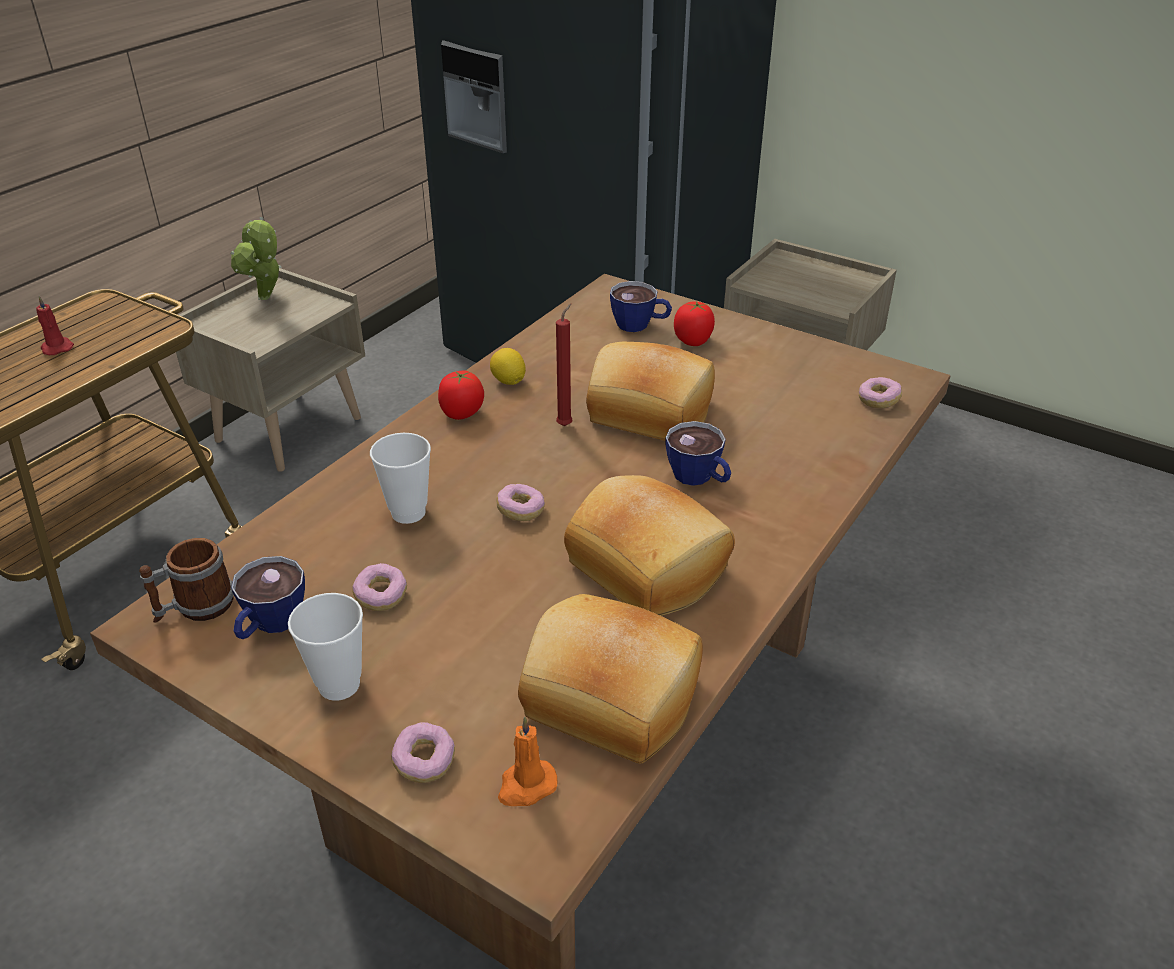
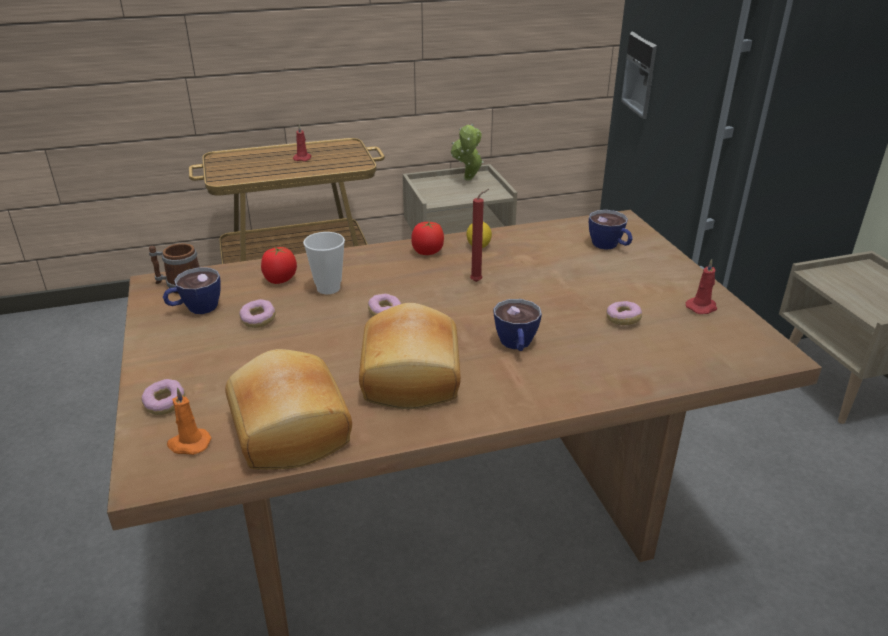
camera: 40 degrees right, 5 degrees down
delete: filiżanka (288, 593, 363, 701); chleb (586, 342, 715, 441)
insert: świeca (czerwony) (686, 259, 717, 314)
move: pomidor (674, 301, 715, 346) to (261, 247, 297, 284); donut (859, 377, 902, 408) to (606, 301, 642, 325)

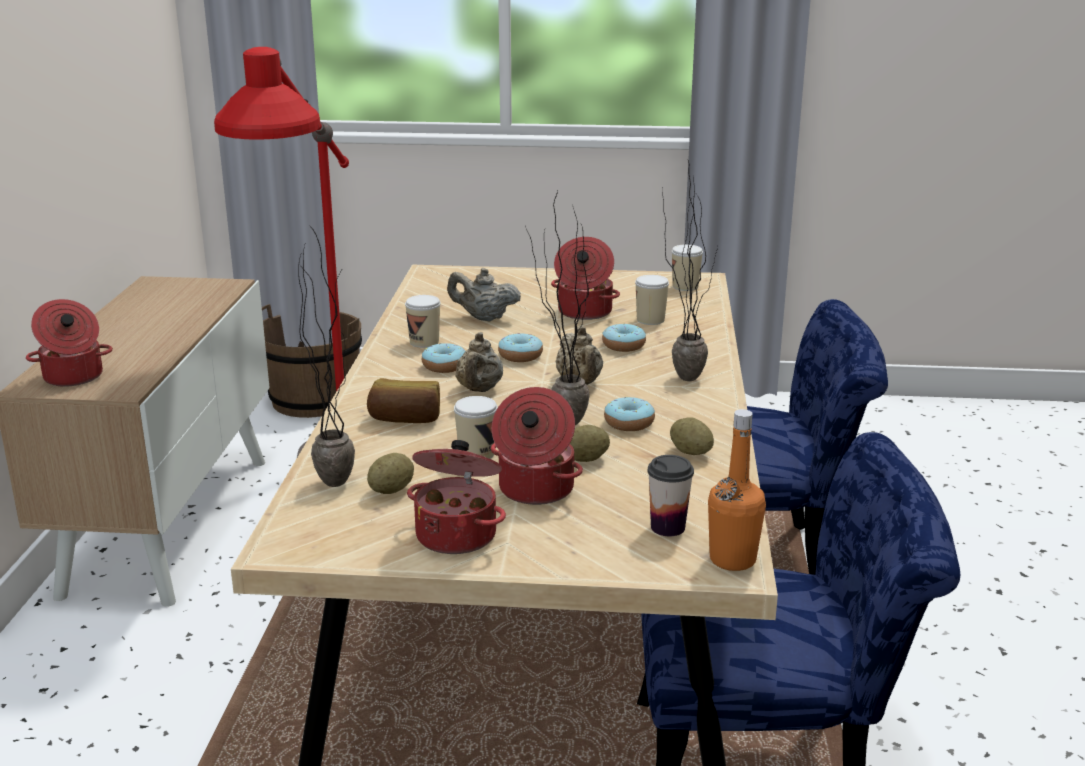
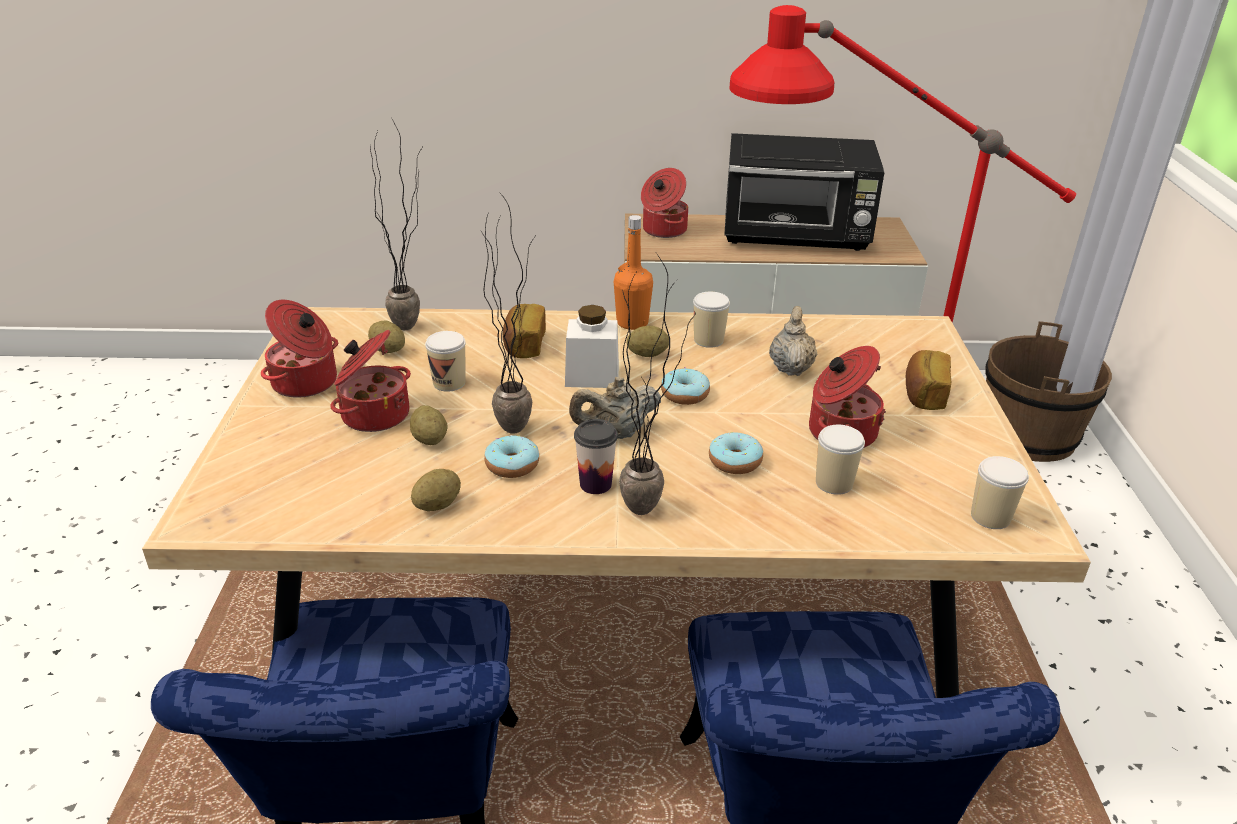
camera: 85 degrees right, 10 degrees up
insert: mikrofalówka (czarny) (724, 133, 884, 251); chleb (906, 350, 951, 410)
move: filiżanka (647, 455, 694, 536) to (574, 419, 618, 494); butelka (pomarańczowy) (708, 409, 766, 571) to (614, 215, 653, 330)
replace: donut (422, 343, 465, 373) to ziemniak (627, 326, 669, 357); imbryk (beżowy) (455, 332, 503, 392) to słoik (biały) (565, 305, 619, 388)

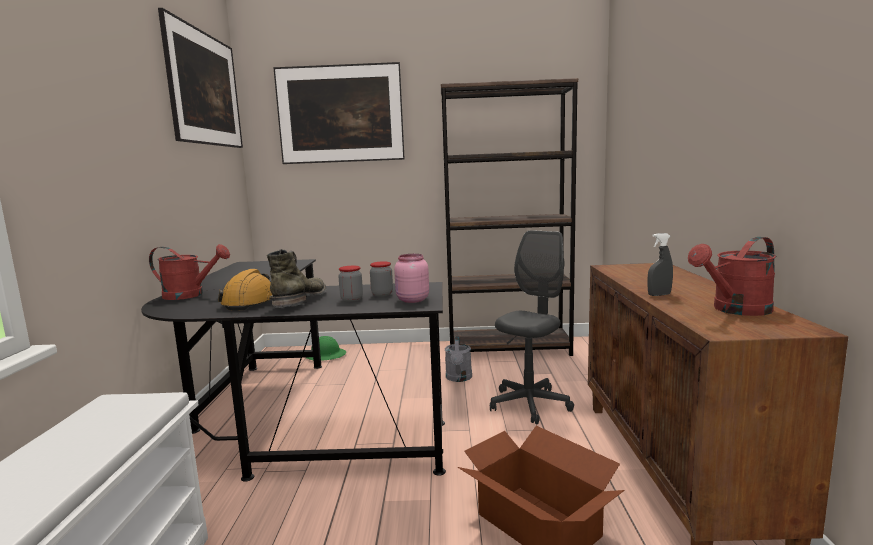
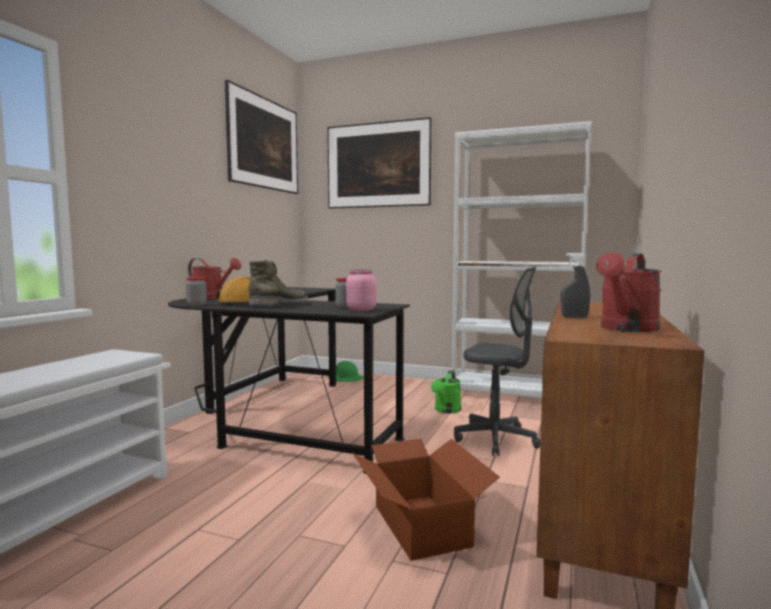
camera: 20 degrees right, 5 degrees down
move: słoik (338, 266, 363, 302) to (186, 277, 207, 306)
recolor: regał (brązowy) (441, 78, 578, 356) to regał (biały) (452, 121, 592, 398); konewka (szary) (445, 336, 472, 382) to konewka (zielony) (431, 370, 461, 413)
rotate: krzesło biurowe (szary) (490, 230, 574, 424) = (454, 267, 540, 456) 60 degrees clockwise; konewka (czerwony) (688, 237, 777, 316) = (596, 252, 661, 332) 45 degrees counterclockwise

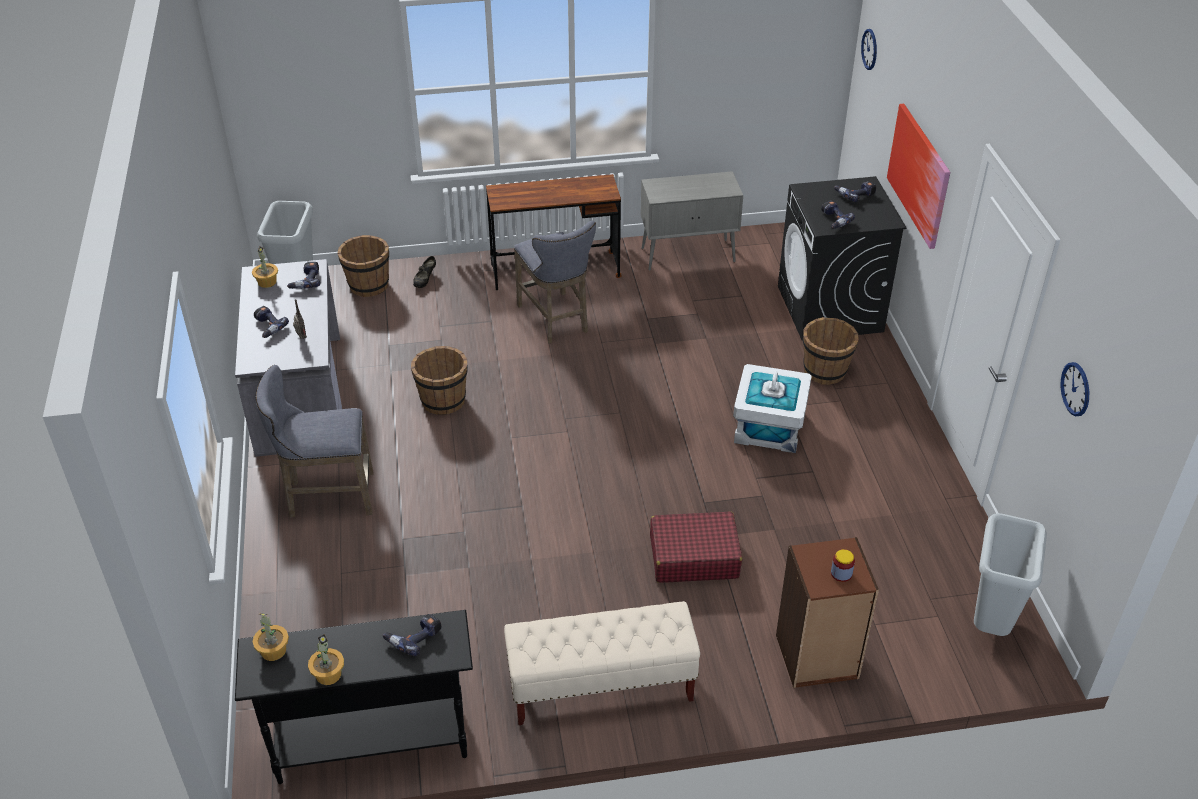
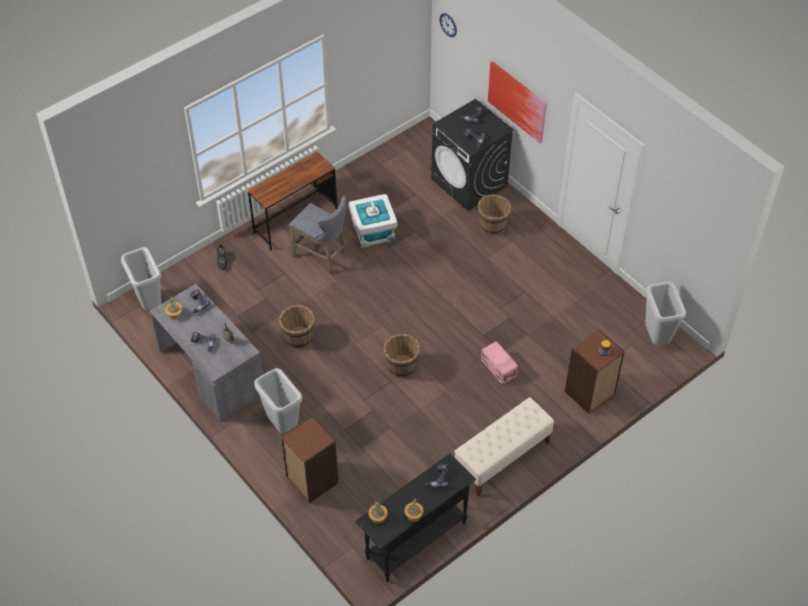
camera: 30 degrees left, 10 degrees up
delete: szafka (szary) (641, 171, 743, 271); zegar ścienny (1061, 362, 1089, 416)
insert: regał (brązowy) (280, 416, 339, 503)
move: wiadro (brązowy) (337, 235, 389, 297) to (383, 334, 420, 378); pojemnik do przechowywania (biały) (733, 364, 812, 453) to (349, 194, 397, 248)
replace: stołek (szary) (255, 365, 373, 518) to kosz na śmieci (szary) (254, 368, 303, 434); walizka (czerwony) (650, 511, 742, 583) to pojemnik do przechowywania (różowy) (481, 341, 518, 384)

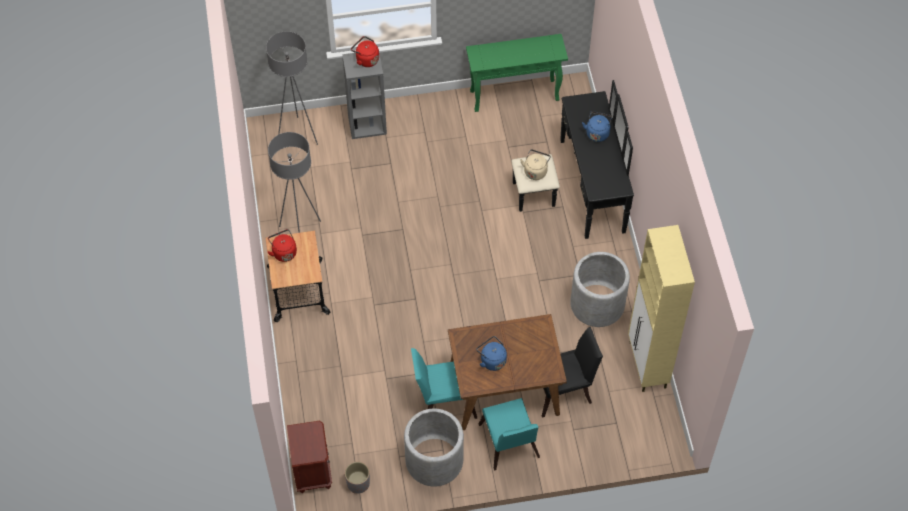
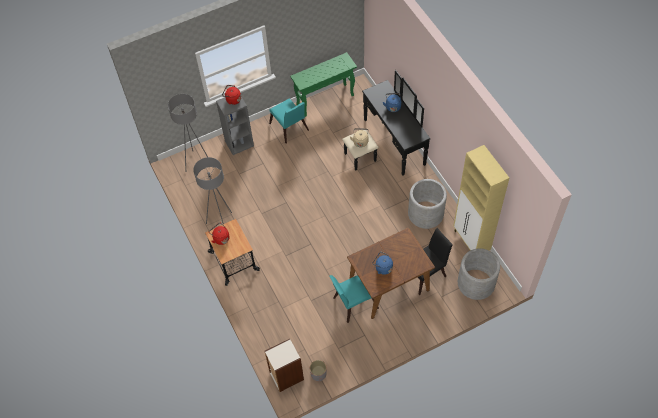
camera: 15 degrees left, 0 degrees up
move: donica (szary) (404, 409, 464, 487) to (458, 248, 500, 300); krzesło (turkusowy) (479, 398, 540, 471) to (269, 98, 309, 143)
replace: szafka nocna (brązowy) (287, 421, 332, 493) to regał (264, 339, 304, 392)

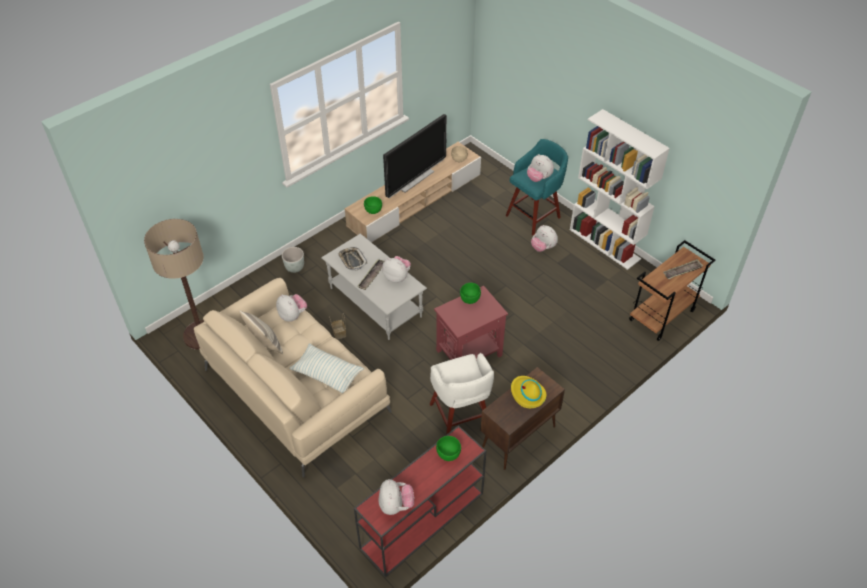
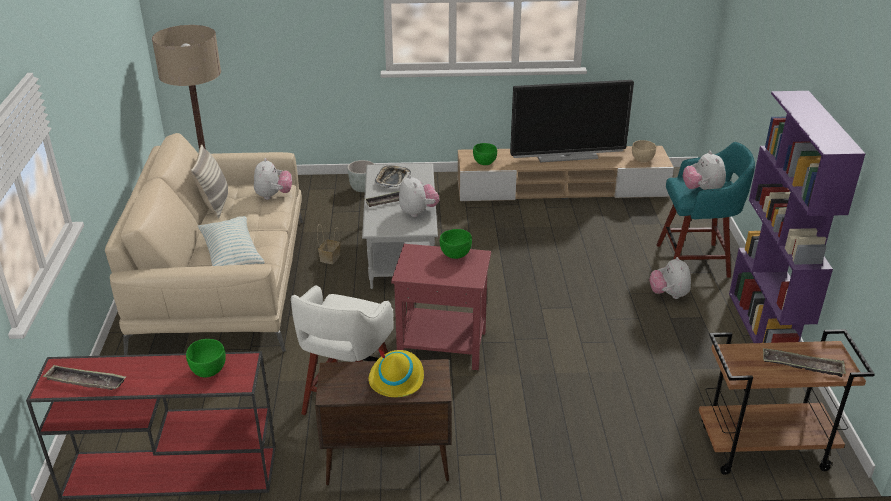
camera: 40 degrees right, 15 degrees down
replace: pluszak (379, 479, 414, 515) to taca (43, 365, 126, 390)
recolor: regał (biały) (570, 109, 670, 270) to regał (fioletowy) (729, 91, 866, 343)

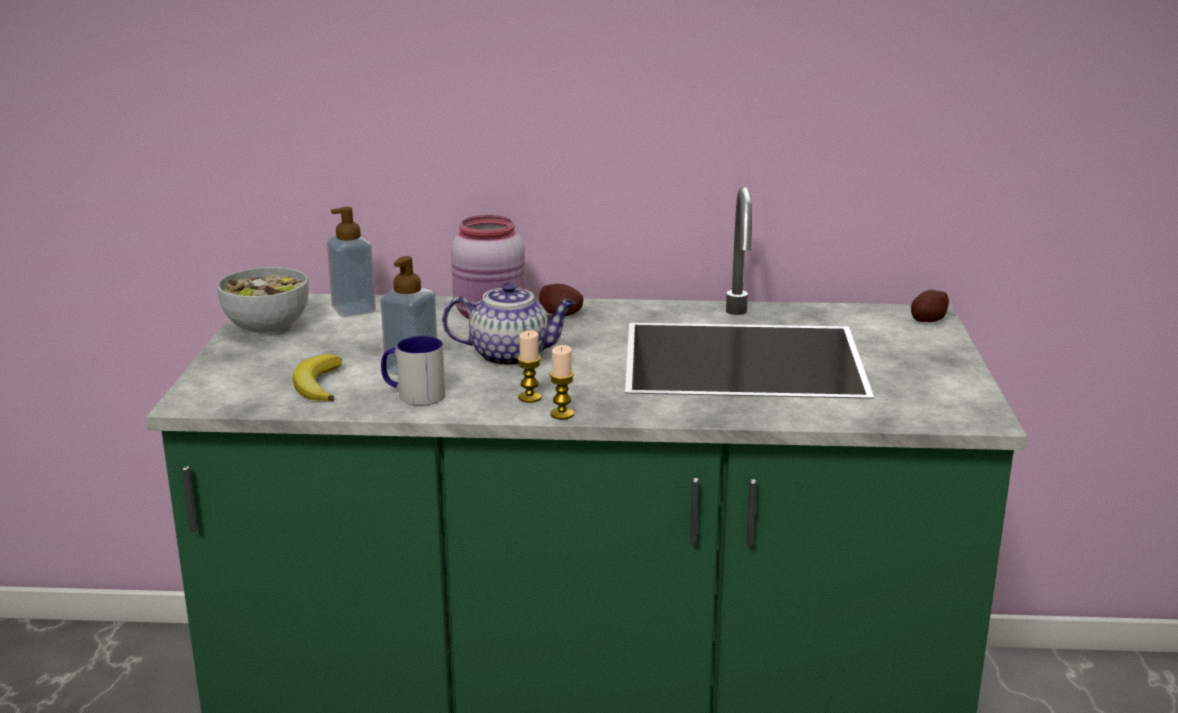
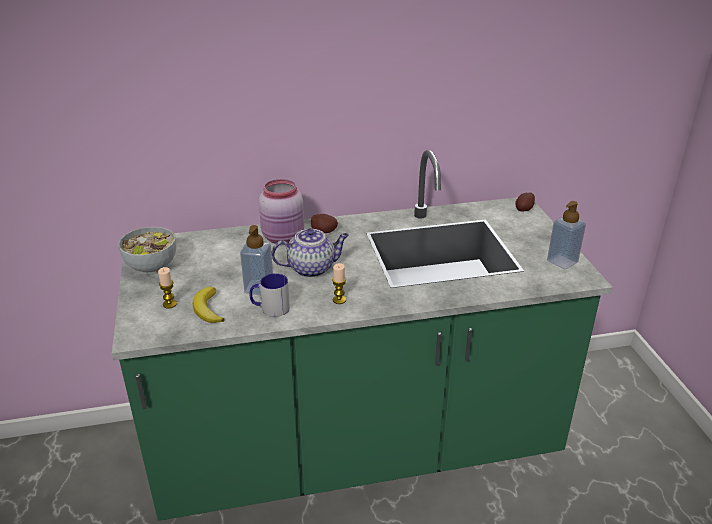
camera: 15 degrees left, 10 degrees up
move: dozownik mydła (327, 207, 376, 317) to (547, 201, 586, 269); świeca (550, 345, 574, 420) to (158, 267, 177, 308)

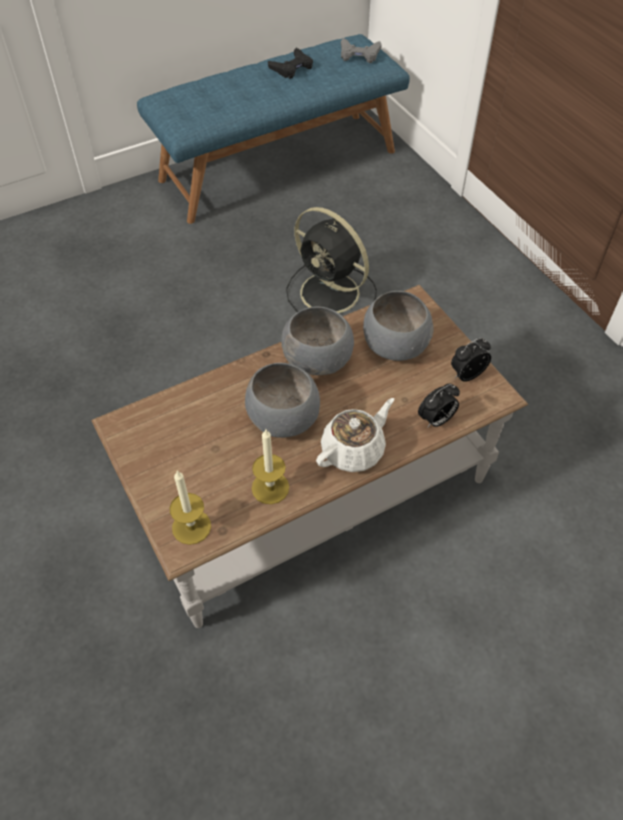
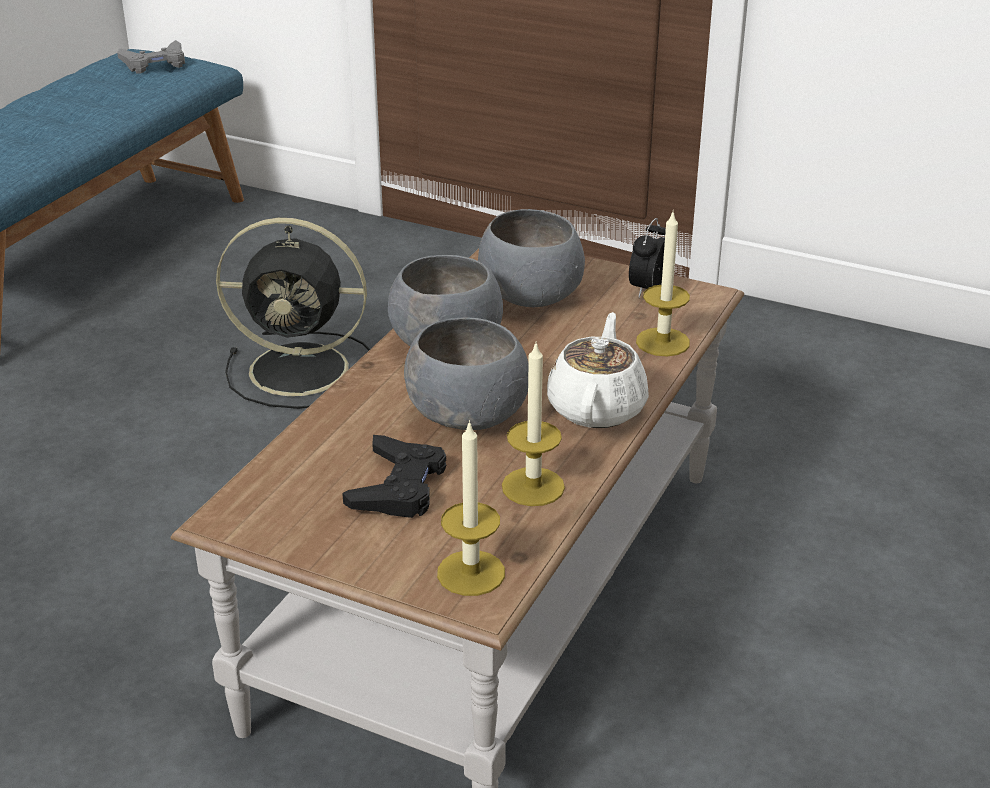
camera: 35 degrees left, 20 degrees down
move: pad do gier (czarny) (268, 48, 313, 79) to (342, 435, 446, 518)
replace: budzik (418, 384, 460, 428) to świeca (636, 212, 690, 356)

